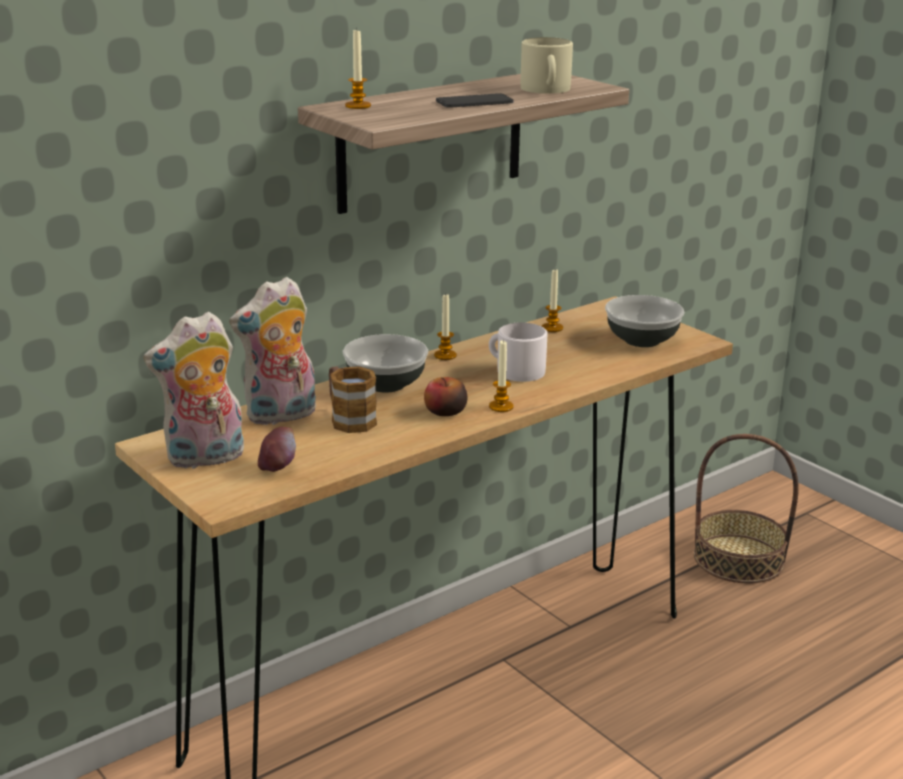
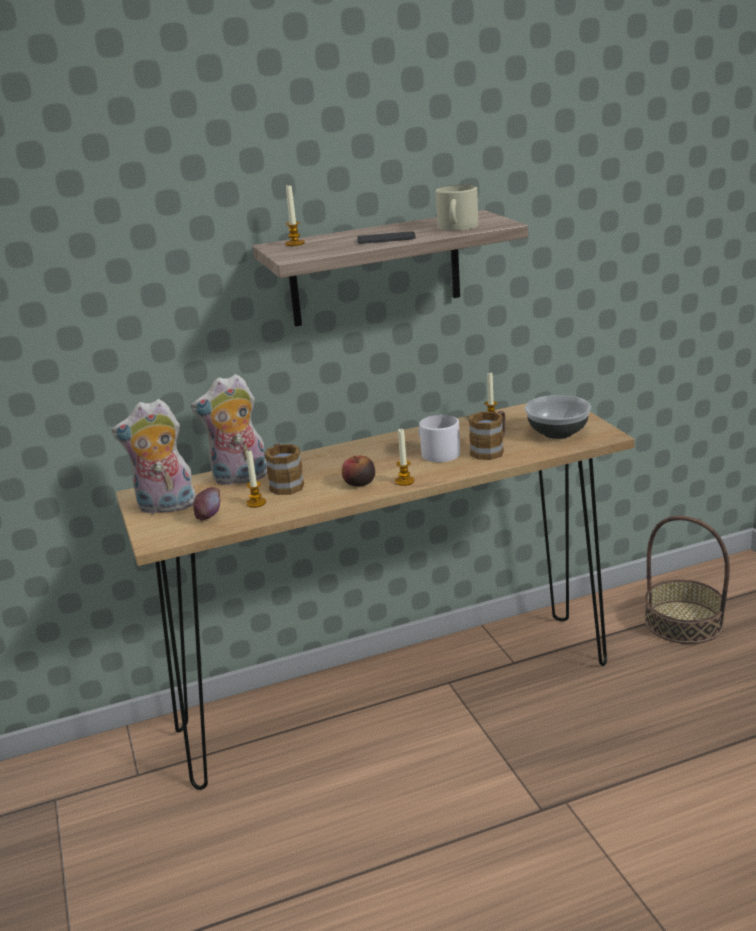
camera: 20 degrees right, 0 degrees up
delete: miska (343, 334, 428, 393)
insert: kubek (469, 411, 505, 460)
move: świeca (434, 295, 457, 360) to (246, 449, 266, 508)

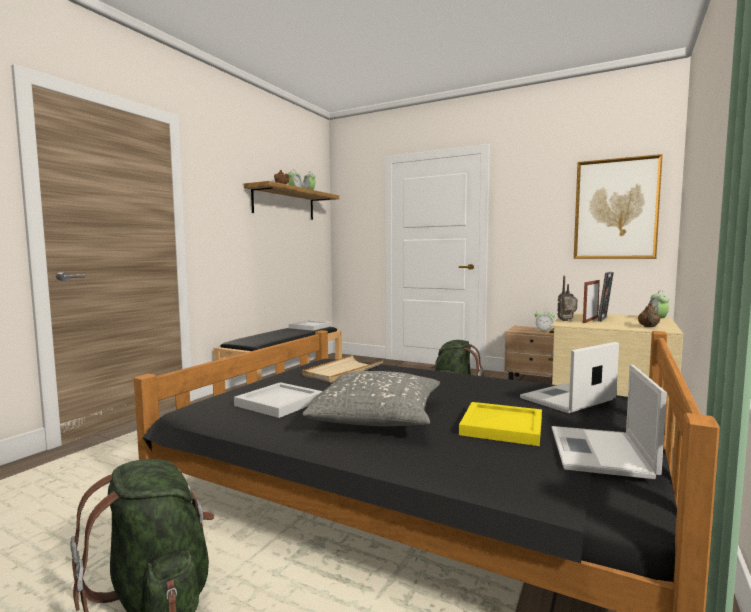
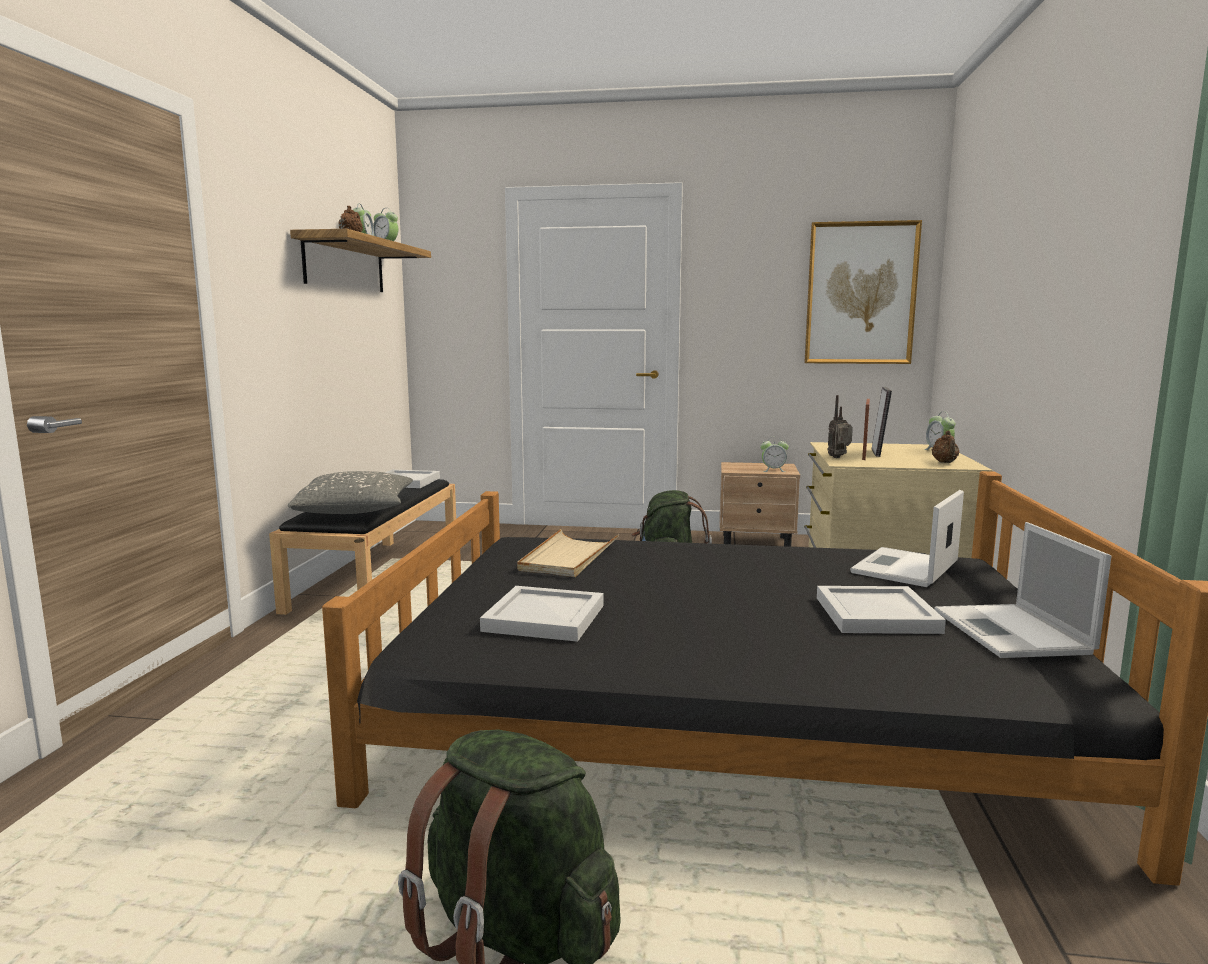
camera: 20 degrees left, 5 degrees up
move: poduszka (szary) (303, 371, 440, 426) to (288, 471, 413, 514)
recolor: taca (żółty) (459, 402, 542, 446) to taca (biały) (817, 586, 946, 634)

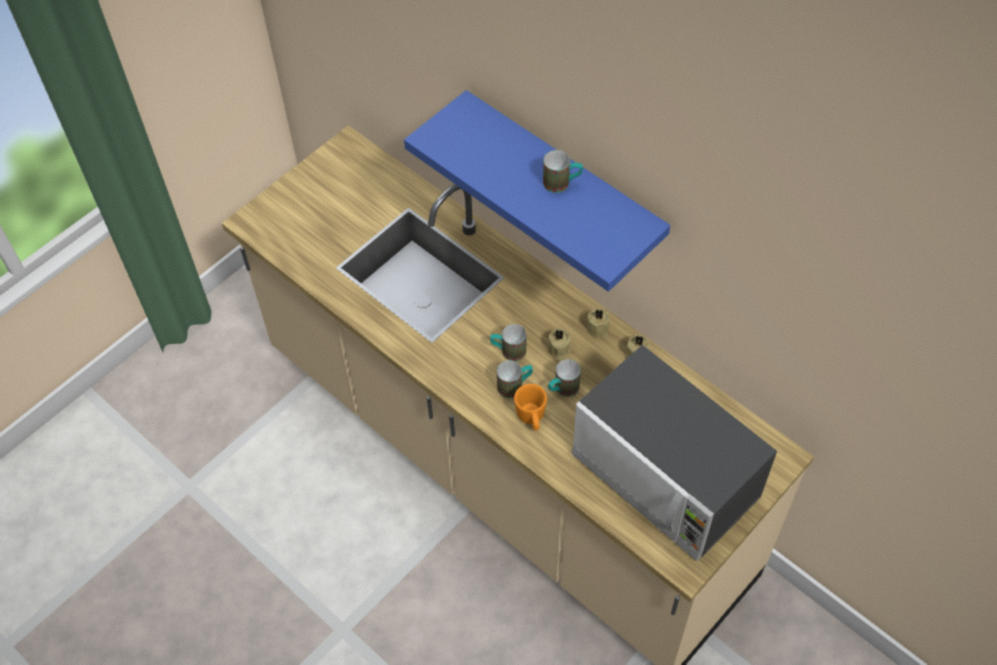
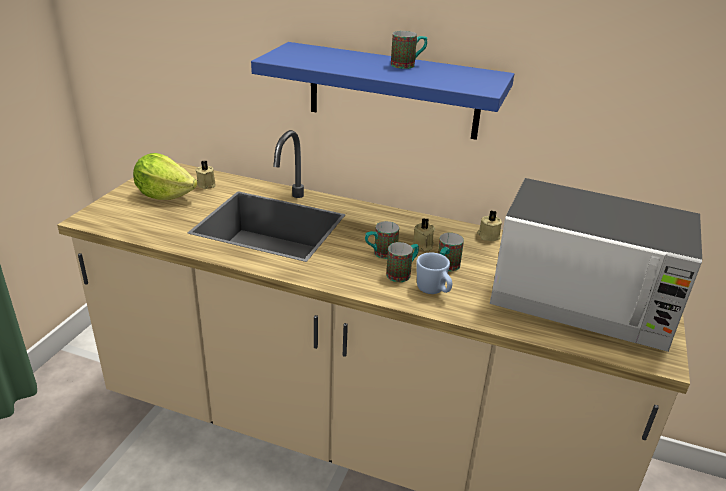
camera: 25 degrees left, 25 degrees down
insert: sałata (133, 153, 198, 200)
move: świeca (beżowy) (587, 309, 609, 338) to (195, 160, 215, 189)
recolor: kubek (pomarańczowy) (514, 384, 547, 431) to kubek (niebieski) (416, 253, 452, 294)

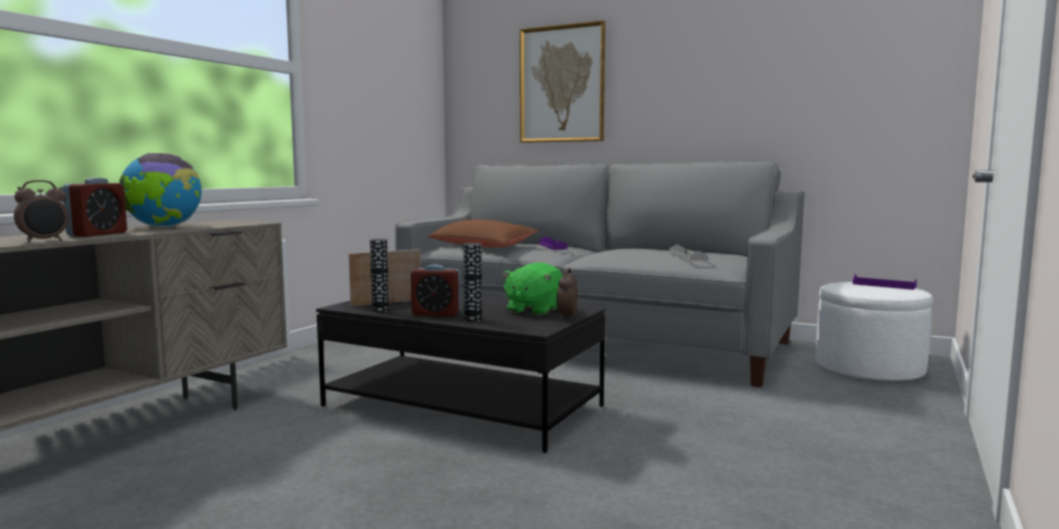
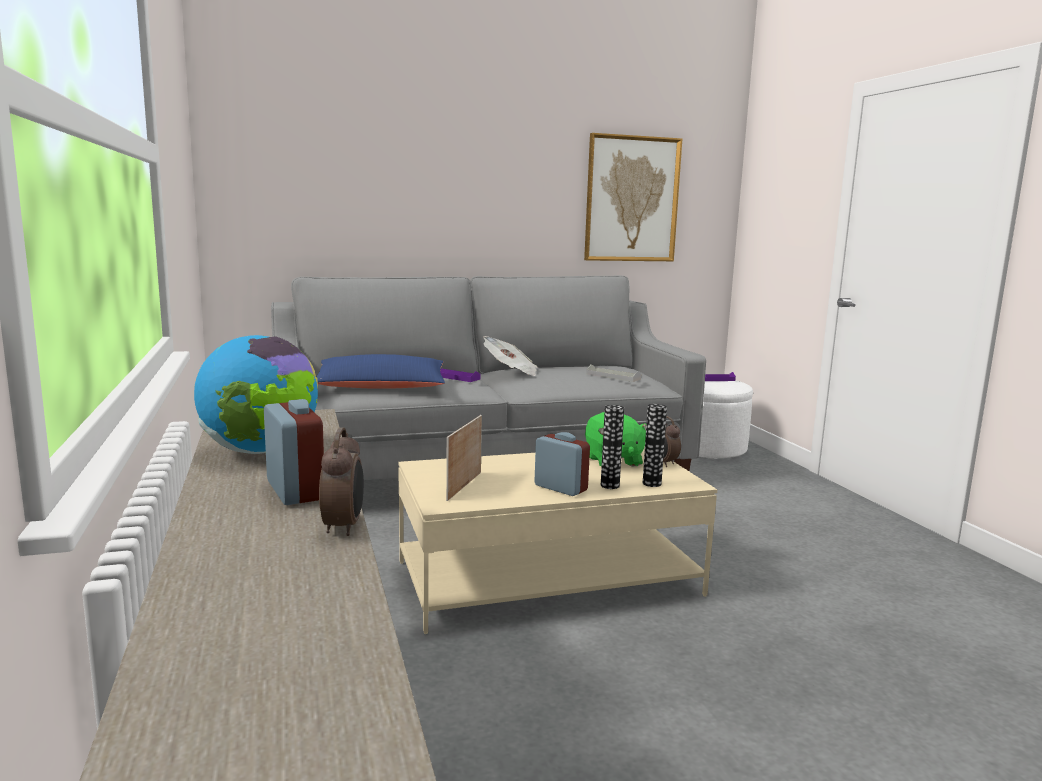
camera: 45 degrees left, 5 degrees up
insert: gazeta (483, 336, 538, 376)
move: wazon (370, 239, 389, 313) to (643, 404, 667, 487); obraz (520, 20, 605, 143) to (584, 133, 682, 261)
recolor: ława (czarny) (316, 294, 605, 453) to ława (beżowy) (398, 447, 717, 634); poduszka (brązowy) (428, 220, 538, 247) to poduszka (niebieski) (316, 354, 445, 389)
rotate: budzik (411, 264, 460, 317) = (534, 432, 590, 496) 105 degrees counterclockwise

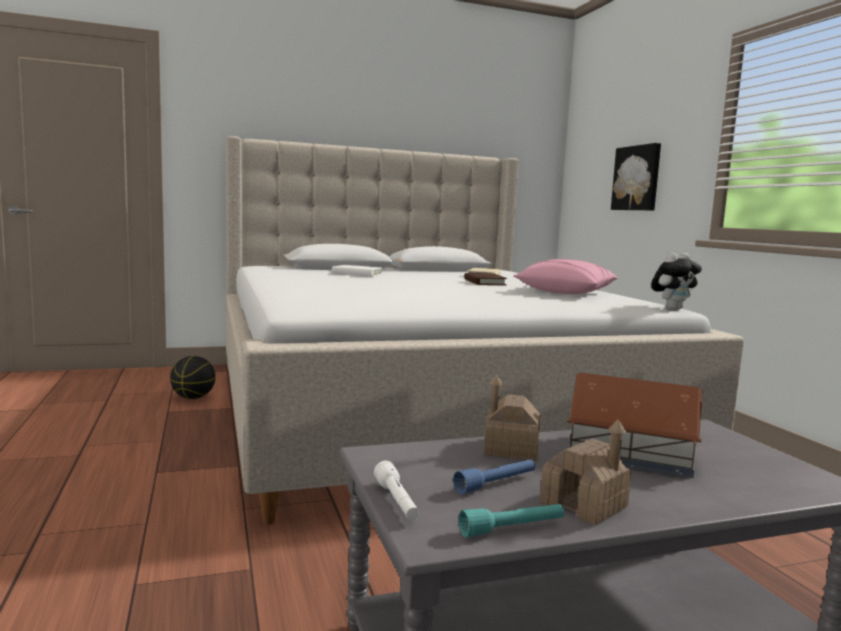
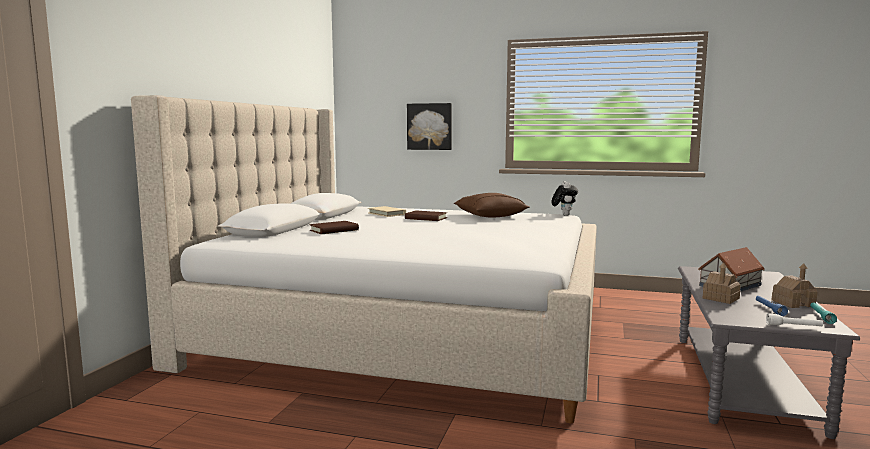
camera: 55 degrees left, 0 degrees up
delete: piłka do koszykówki (170, 356, 216, 399)
recolor: książka (biały) (332, 265, 383, 277) to książka (brązowy) (309, 221, 359, 234); poduszka (różowy) (513, 259, 618, 294) to poduszka (brązowy) (454, 193, 529, 217)

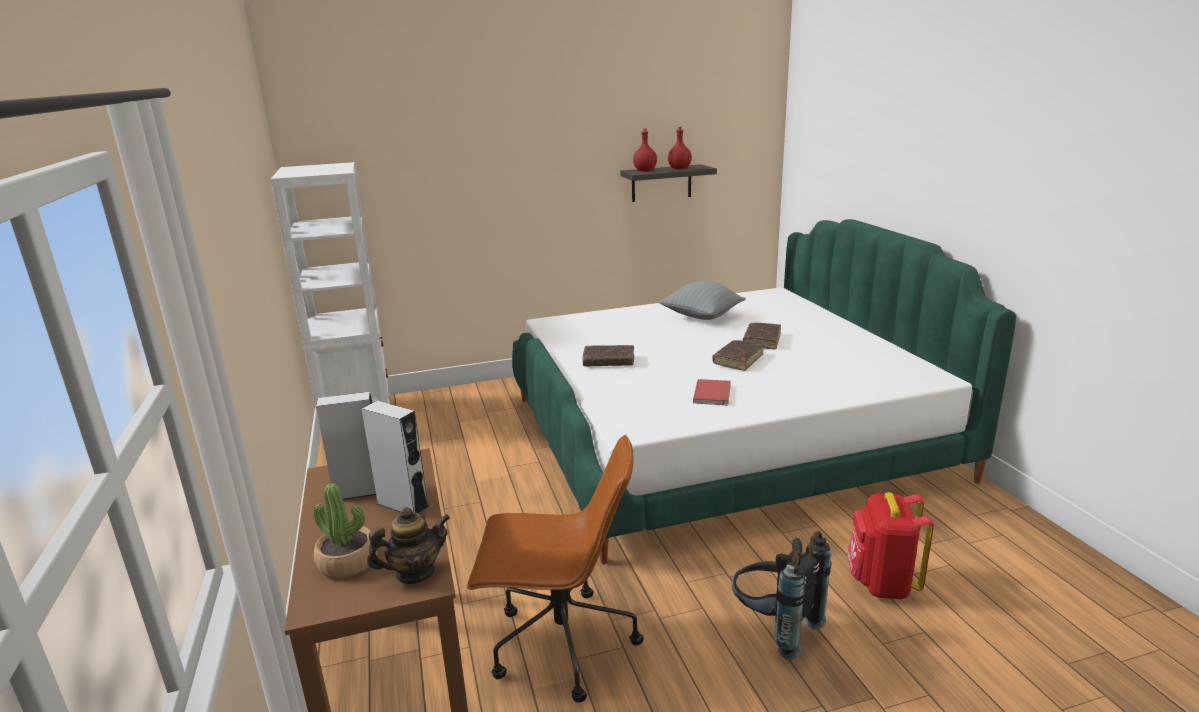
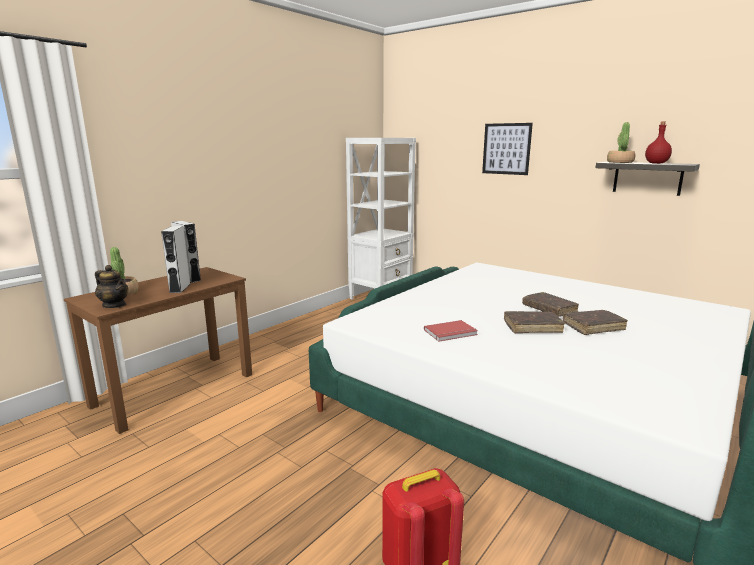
camera: 55 degrees right, 5 degrees down
delete: krzesło biurowe (brązowy) (467, 434, 644, 703); poduszka (szary) (659, 281, 746, 320); plecak (czarny) (732, 531, 831, 660)
insert: obraz (482, 123, 533, 175)
move: książka (brązowy) (582, 345, 634, 366) to (522, 292, 579, 317)
replace: butelka (czerwony) (633, 128, 657, 171) to roślina doniczkowa (607, 122, 635, 163)

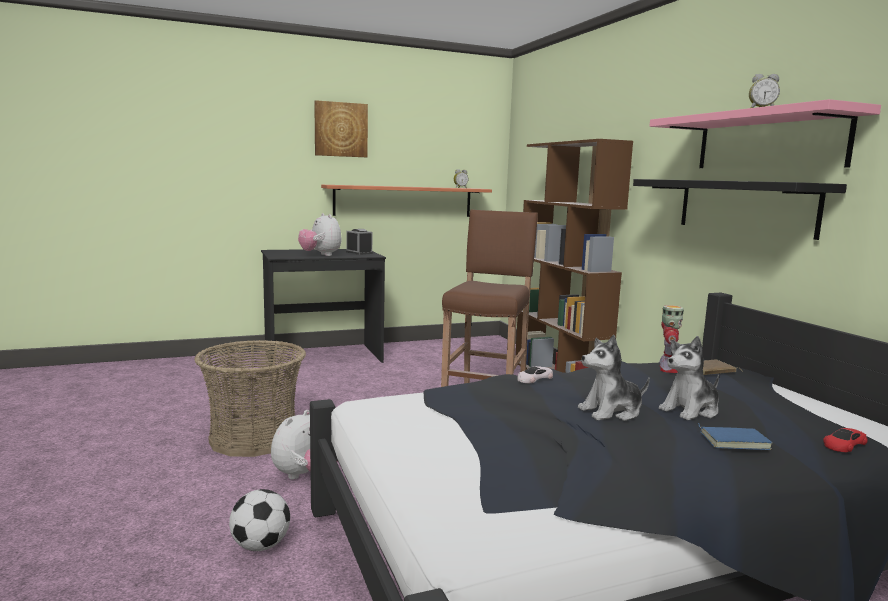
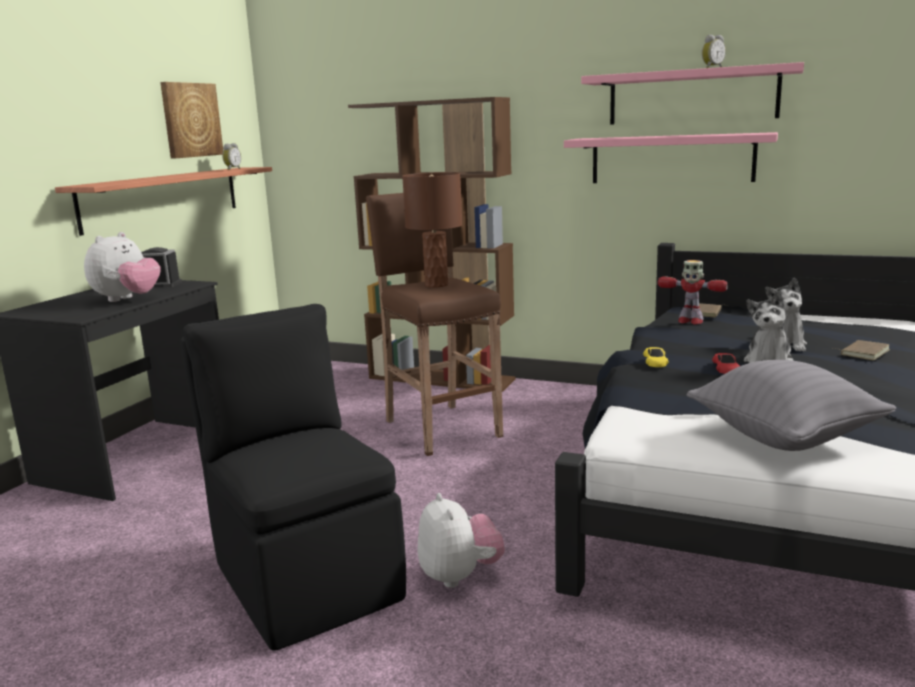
camera: 45 degrees left, 5 degrees up
delete: piłka futbolowa (229, 489, 290, 551)
insert: lampa stołowa (brązowy) (402, 172, 462, 288); poduszka (szary) (687, 360, 896, 451)
move: obraz (314, 100, 368, 157) to (160, 82, 223, 159); samochodzik (czerwony) (823, 428, 868, 452) to (712, 353, 740, 374)
replace: koszyk (194, 340, 306, 457) to krzesło (czarny) (181, 304, 406, 651)
recolor: samochodzik (biały) (517, 366, 553, 383) to samochodzik (żółty) (643, 347, 669, 367); półka (czarny) (633, 179, 847, 240) to półka (różowy) (564, 132, 778, 183); książka (niebieski) (698, 423, 772, 450) to książka (brązowy) (832, 340, 890, 360)
rotate: pluszak (298, 213, 342, 256) = (84, 232, 161, 302) 75 degrees counterclockwise; robot zabawkowy (659, 305, 684, 373) = (658, 260, 728, 324) 150 degrees clockwise

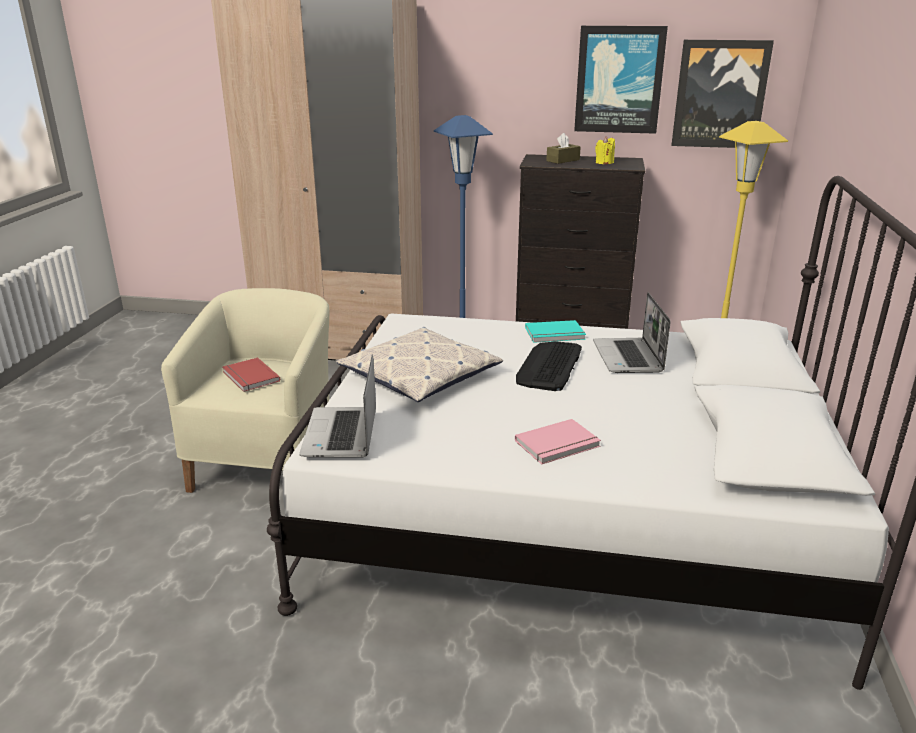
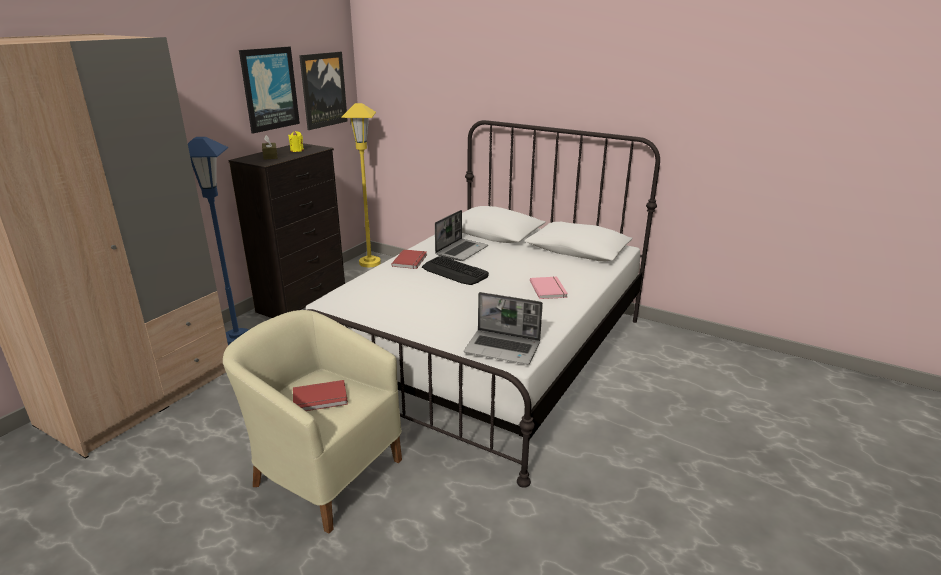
camera: 70 degrees left, 0 degrees up
delete: poduszka (336, 327, 504, 402)
recolor: książka (turkusowy) (525, 320, 586, 343) to książka (czerwony) (392, 249, 427, 269)
rotate: laptop (593, 292, 670, 373) = (435, 210, 488, 261) 75 degrees counterclockwise

